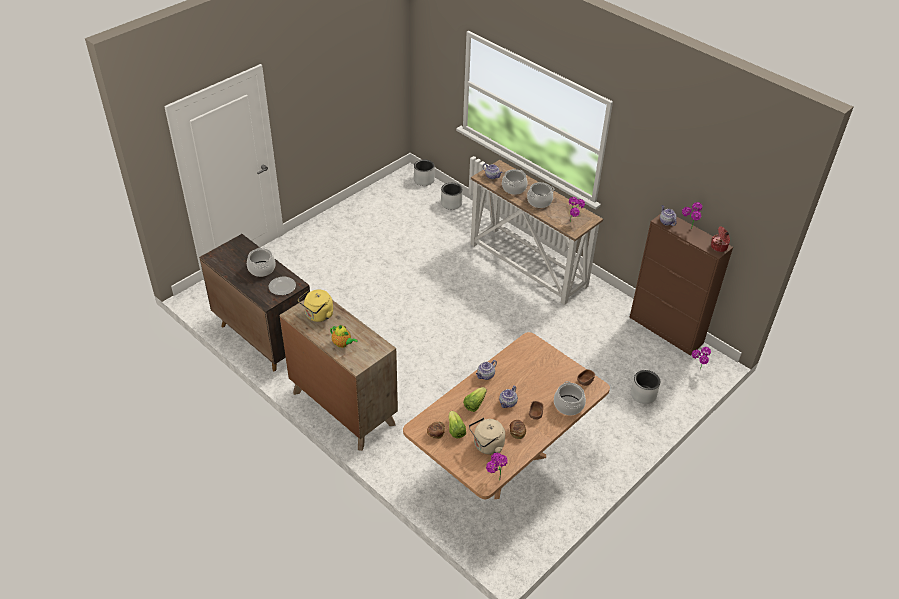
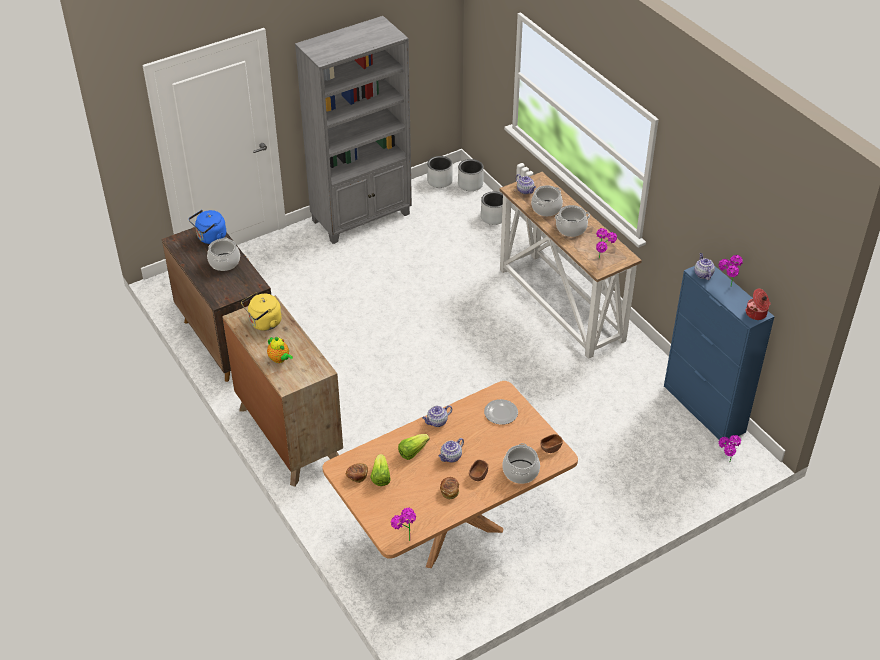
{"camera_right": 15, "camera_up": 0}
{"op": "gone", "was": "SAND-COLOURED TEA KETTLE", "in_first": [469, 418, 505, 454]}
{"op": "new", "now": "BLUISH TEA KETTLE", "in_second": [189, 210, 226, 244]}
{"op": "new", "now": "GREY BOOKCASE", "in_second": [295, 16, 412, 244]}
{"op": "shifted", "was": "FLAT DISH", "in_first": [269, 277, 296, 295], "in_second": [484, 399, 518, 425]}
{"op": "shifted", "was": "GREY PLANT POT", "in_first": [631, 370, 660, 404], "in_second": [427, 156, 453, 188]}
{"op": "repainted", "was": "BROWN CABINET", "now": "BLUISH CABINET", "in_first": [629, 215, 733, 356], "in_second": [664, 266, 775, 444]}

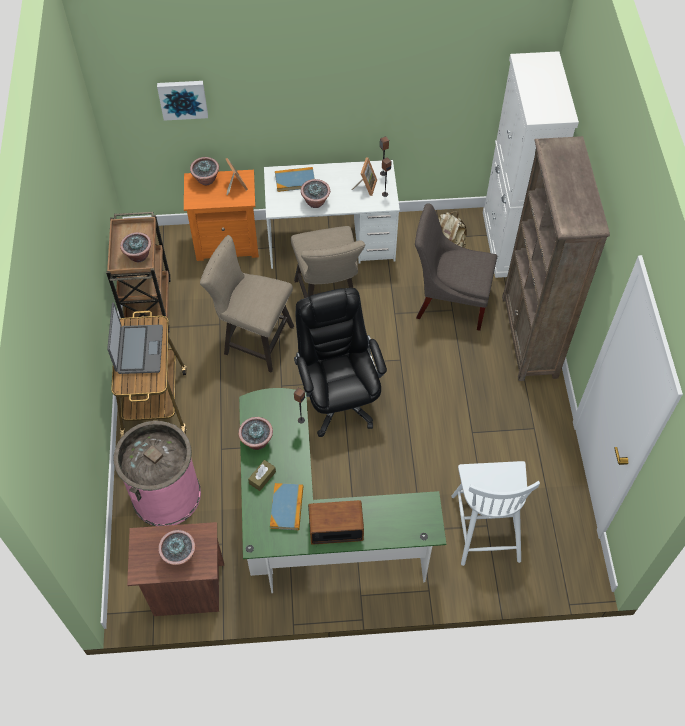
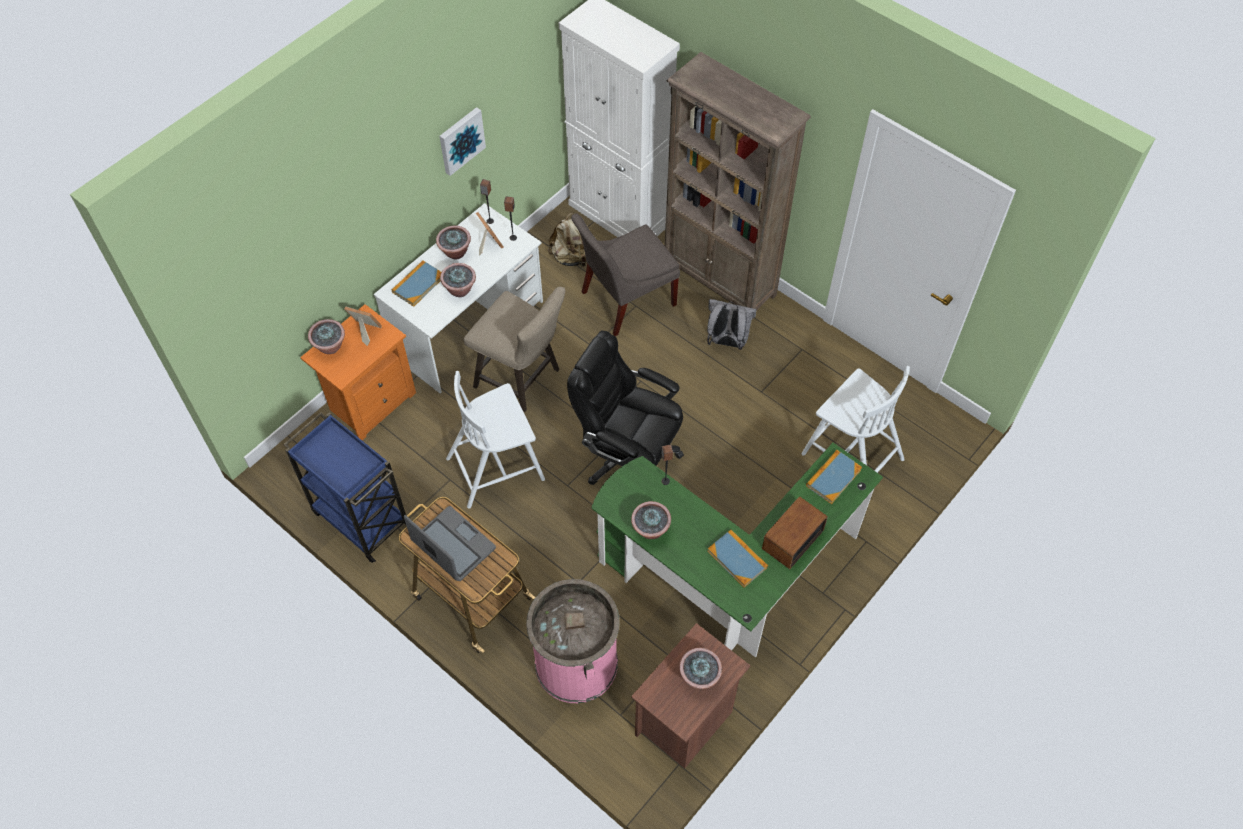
{"camera_right": -45, "camera_up": 0}
{"op": "gone", "was": "BROWN TISSUE HOLDER", "in_first": [248, 460, 276, 491]}
{"op": "new", "now": "GREY RUCKSACK", "in_second": [707, 299, 756, 350]}
{"op": "new", "now": "BOUND BOOK", "in_second": [806, 450, 862, 504]}
{"op": "shifted", "was": "HOUSEPLANT", "in_first": [120, 232, 151, 262], "in_second": [436, 226, 471, 259]}
{"op": "shifted", "was": "WALL PICTURE", "in_first": [157, 81, 208, 121], "in_second": [440, 107, 486, 176]}
{"op": "swapped", "was": "SAND-COLOURED STOOL", "now": "WHITISH CHAIR", "in_first": [200, 235, 294, 373], "in_second": [446, 371, 545, 509]}
{"op": "repainted", "was": "BROWN TROLLEY", "now": "BLUISH TROLLEY", "in_first": [106, 212, 171, 330], "in_second": [284, 412, 406, 563]}

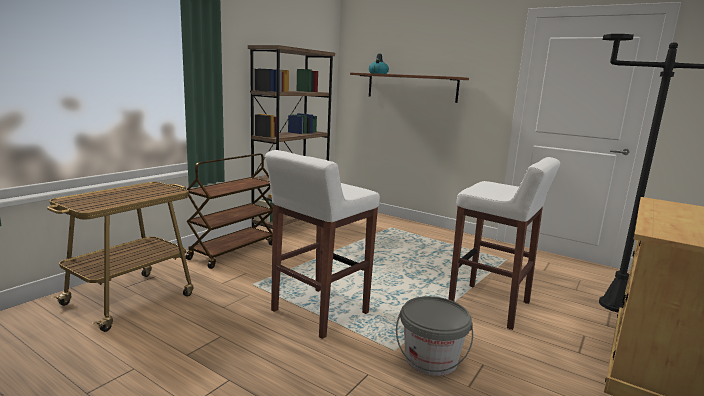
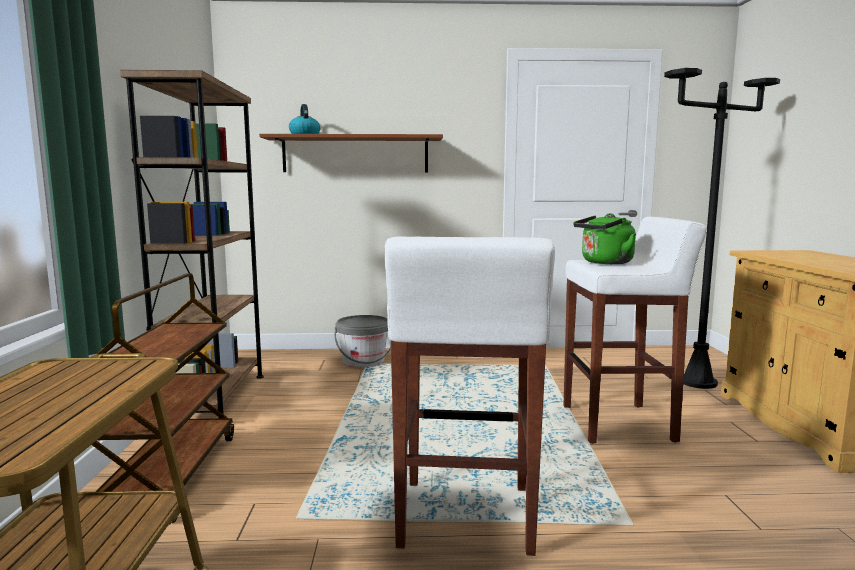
{"camera_right": -35, "camera_up": -5}
{"op": "new", "now": "GREEN-COLOURED TEA KETTLE", "in_second": [573, 213, 636, 264]}
{"op": "shifted", "was": "GREY PAIL", "in_first": [396, 296, 473, 376], "in_second": [335, 315, 391, 368]}

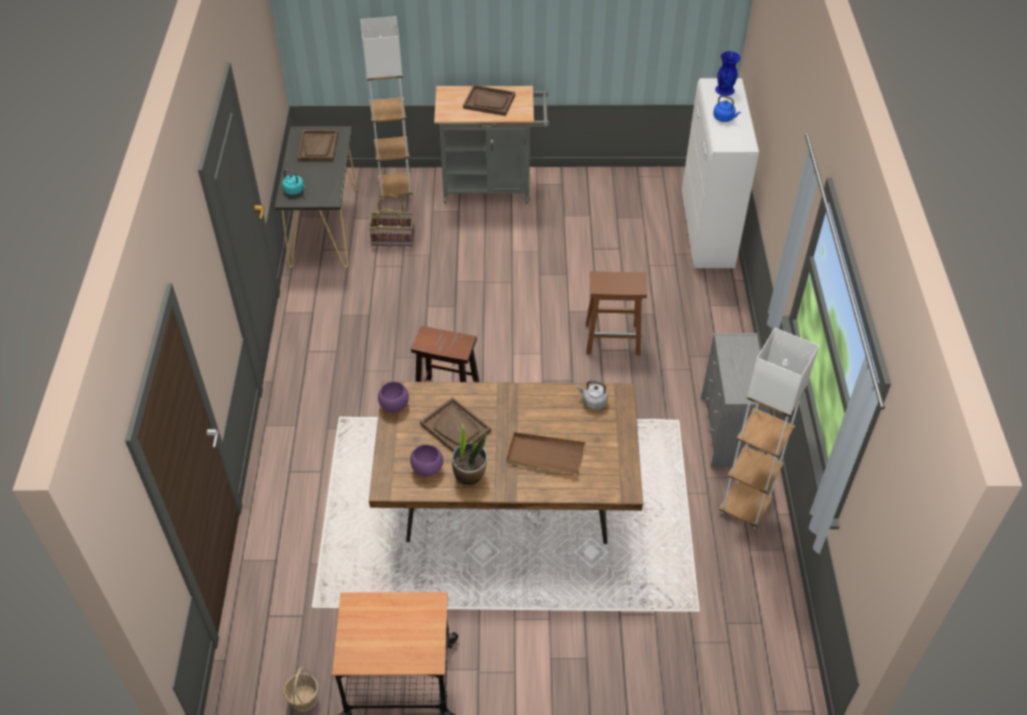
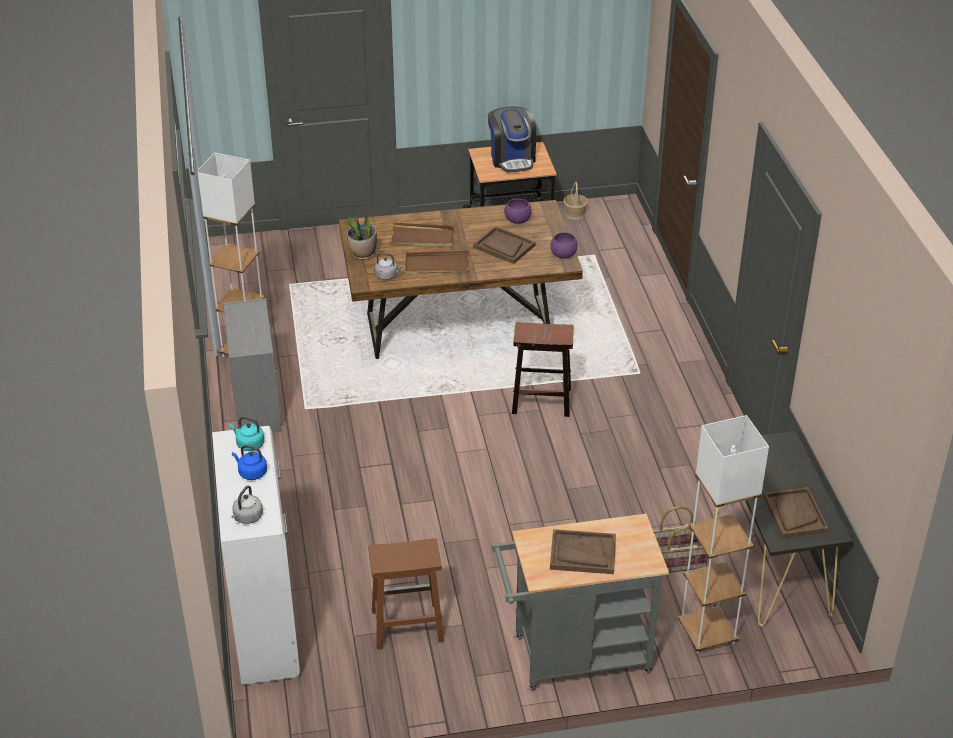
{"camera_right": 170, "camera_up": -10}
{"op": "new", "now": "BROWN SERVING TRAY", "in_second": [405, 250, 469, 274]}
{"op": "new", "now": "COFFEE BREWER", "in_second": [488, 106, 536, 173]}
{"op": "shifted", "was": "BLUE-GREEN TEA KETTLE", "in_first": [282, 170, 305, 195], "in_second": [230, 417, 264, 451]}
{"op": "shifted", "was": "HOUSEPLANT", "in_first": [452, 424, 487, 487], "in_second": [347, 214, 377, 260]}
{"op": "shifted", "was": "BROWN STOOL", "in_first": [586, 271, 647, 355], "in_second": [368, 538, 444, 650]}
{"op": "swapped", "was": "BLUISH DECORATIVE VASE", "now": "GREY TEA KETTLE", "in_first": [715, 51, 740, 96], "in_second": [231, 485, 263, 524]}

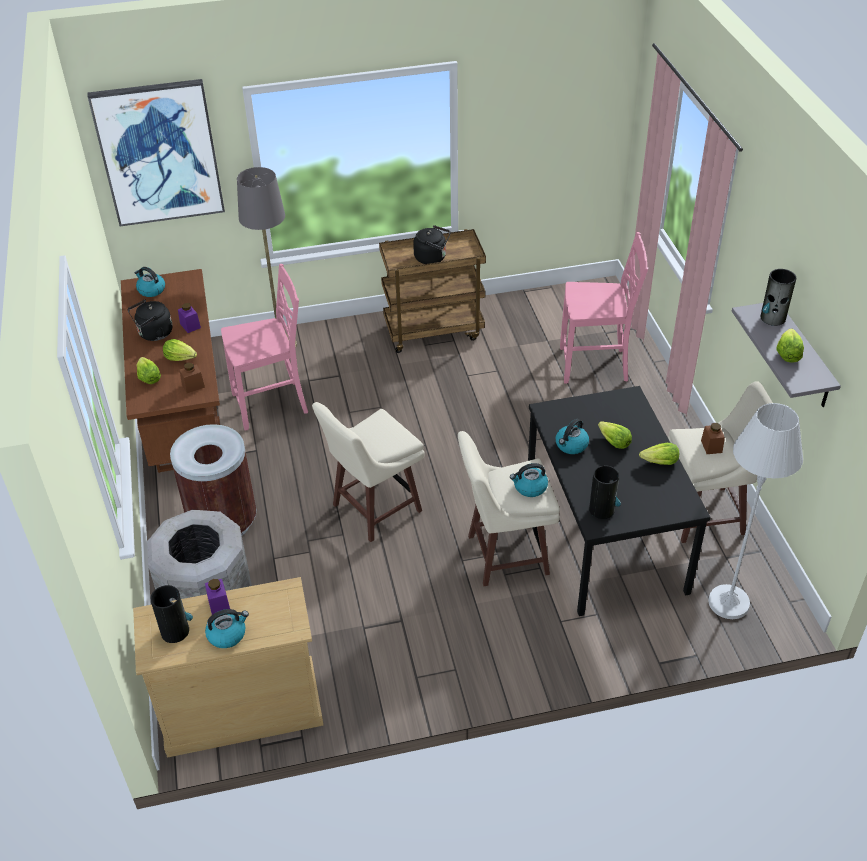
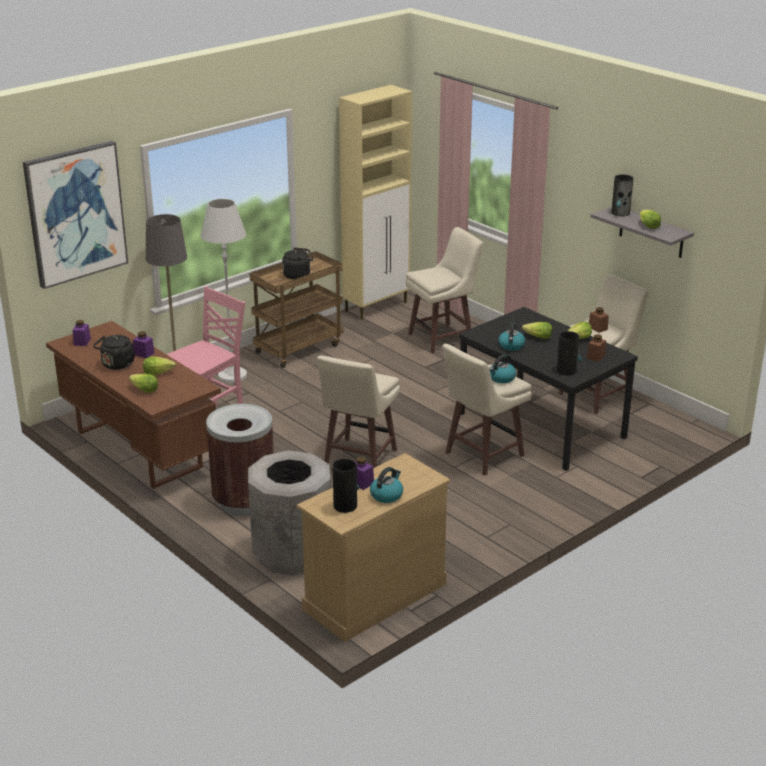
{"camera_right": -30, "camera_up": -15}
{"op": "new", "now": "SAND-COLOURED CABINET", "in_second": [339, 85, 412, 320]}
{"op": "shifted", "was": "BROWN JAR", "in_first": [179, 362, 205, 393], "in_second": [587, 334, 606, 362]}
{"op": "shifted", "was": "WHITISH STANDARD LAMP", "in_first": [708, 403, 803, 619], "in_second": [201, 199, 247, 383]}
{"op": "swapped", "was": "TEA KETTLE", "now": "PURPLE JAR", "in_first": [135, 267, 165, 297], "in_second": [72, 320, 91, 346]}
{"op": "swapped", "was": "PINK CHAIR", "now": "SAND-COLOURED STOOL", "in_first": [560, 232, 648, 384], "in_second": [405, 227, 483, 353]}

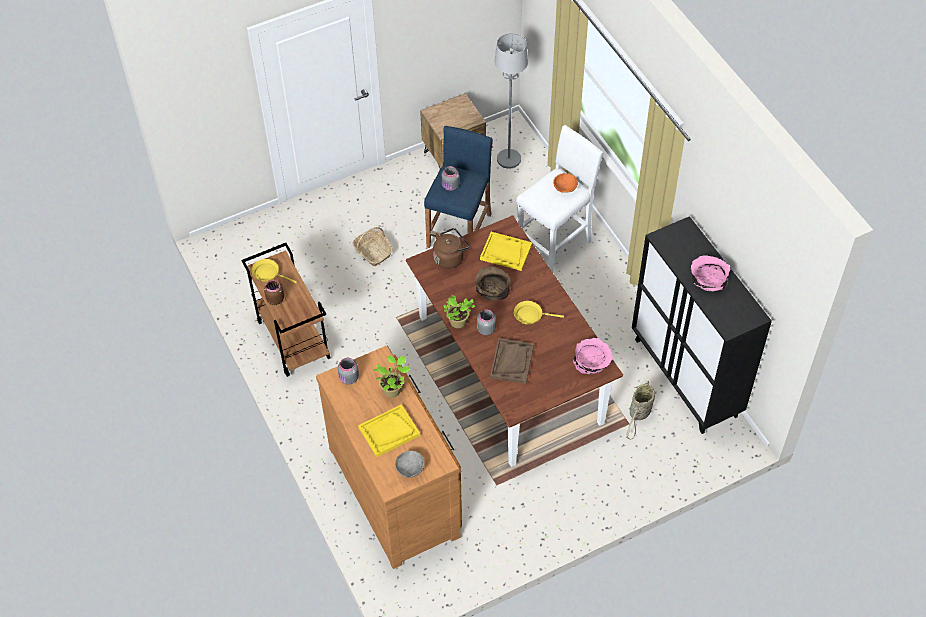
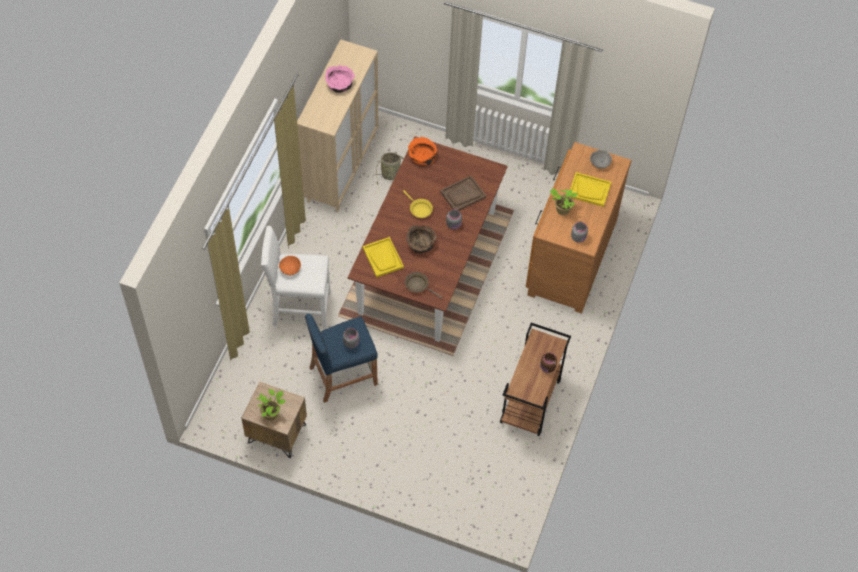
{"camera_right": -135, "camera_up": 5}
{"op": "gone", "was": "YELLOW PAN", "in_first": [251, 259, 297, 284]}
{"op": "gone", "was": "BASKET", "in_first": [353, 227, 393, 266]}
{"op": "gone", "was": "GREY STANDARD LAMP", "in_first": [495, 33, 528, 169]}
{"op": "shifted", "was": "HOUSEPLANT", "in_first": [443, 295, 475, 328], "in_second": [256, 389, 285, 421]}
{"op": "swapped", "was": "BROWN TEA KETTLE", "now": "BROWN PAN", "in_first": [433, 228, 469, 269], "in_second": [405, 272, 443, 299]}
{"op": "repainted", "was": "PINK DEEP DISH", "now": "ORANGE-COLOURED DEEP DISH", "in_first": [573, 338, 613, 374], "in_second": [408, 137, 437, 165]}
{"op": "repainted", "was": "BLACK CABINET", "now": "SAND-COLOURED CABINET", "in_first": [632, 216, 772, 434], "in_second": [297, 39, 379, 212]}

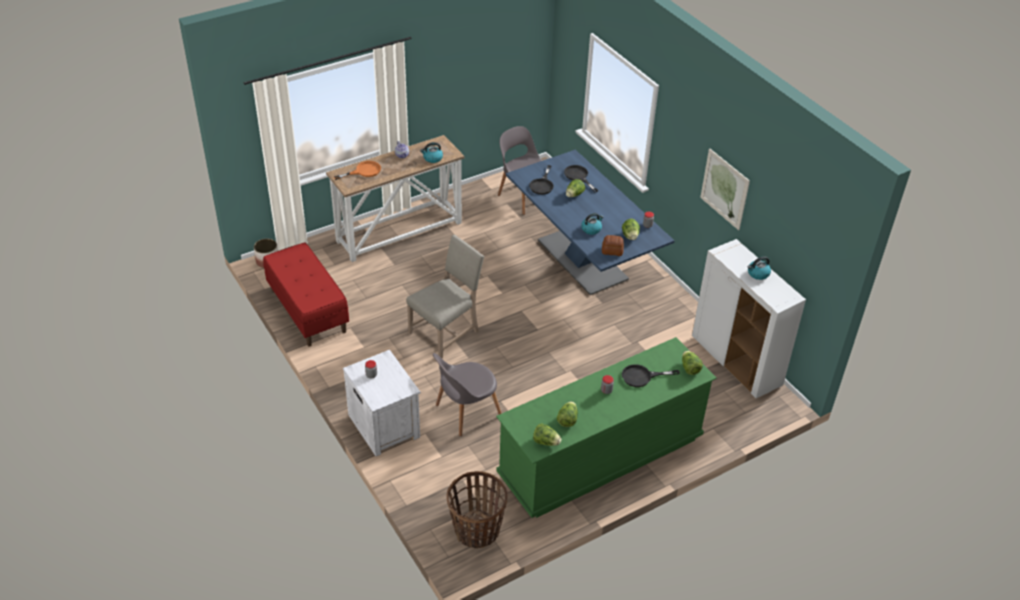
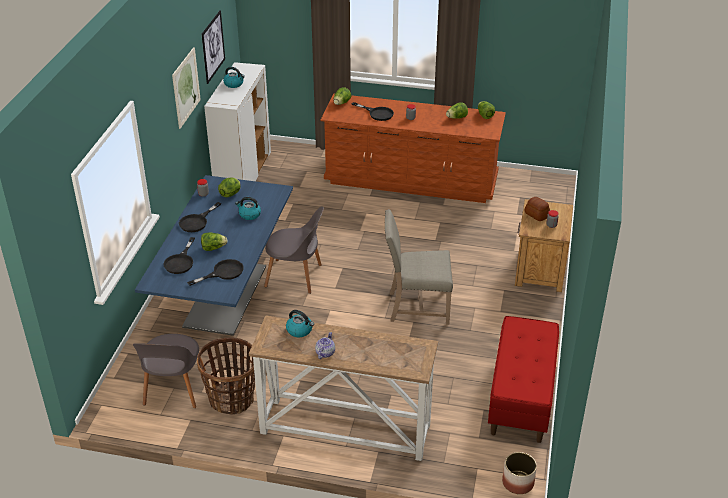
{"camera_right": -135, "camera_up": -5}
{"op": "gone", "was": "ORANGE-COLOURED PAN", "in_first": [334, 161, 381, 180]}
{"op": "new", "now": "BLACK PAN", "in_second": [179, 202, 221, 232]}
{"op": "new", "now": "WALL PICTURE", "in_second": [202, 10, 225, 84]}
{"op": "shifted", "was": "GREY CHAIR", "in_first": [433, 353, 502, 436], "in_second": [264, 206, 324, 294]}
{"op": "shifted", "was": "BASKET", "in_first": [446, 471, 508, 548], "in_second": [197, 337, 255, 415]}
{"op": "shifted", "was": "BREAD", "in_first": [602, 235, 624, 256], "in_second": [525, 197, 550, 221]}
{"op": "repainted", "was": "WHITISH NIGHT TABLE", "now": "BROWN NIGHT TABLE", "in_first": [343, 350, 421, 456], "in_second": [515, 199, 573, 292]}
{"op": "repainted", "was": "GREEN-COLOURED DRAWER CHEST", "now": "BROWN DRAWER CHEST", "in_first": [496, 337, 717, 518], "in_second": [320, 94, 506, 203]}

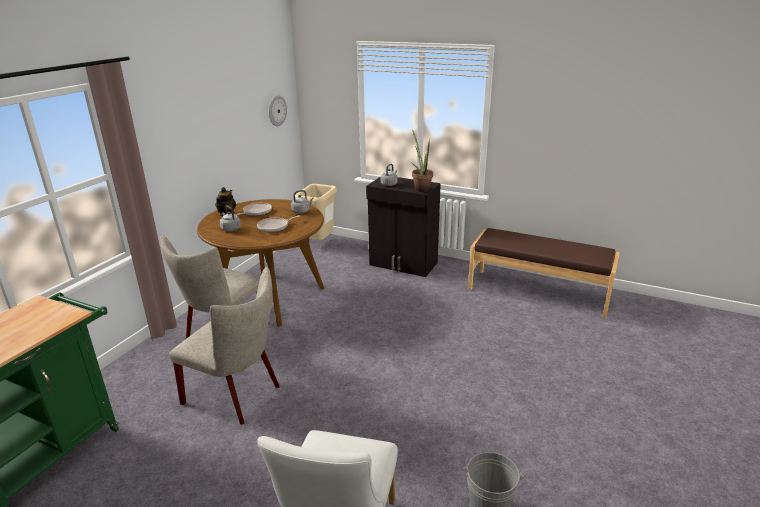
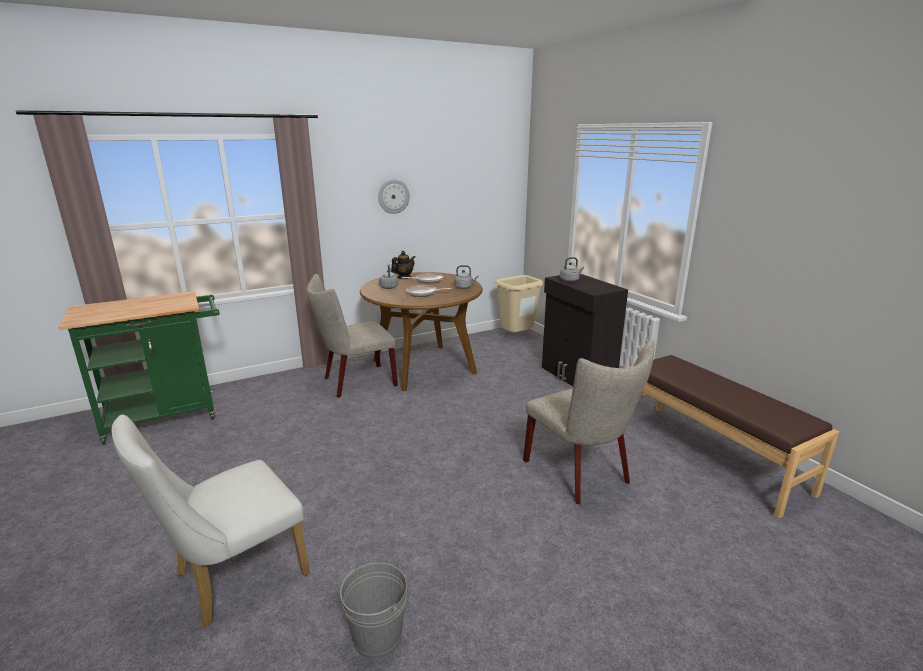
{"camera_right": 35, "camera_up": -5}
{"op": "gone", "was": "HOUSEPLANT", "in_first": [412, 131, 433, 192]}
{"op": "shifted", "was": "SAND-COLOURED CHAIR", "in_first": [169, 267, 280, 425], "in_second": [523, 340, 654, 504]}
{"op": "shifted", "was": "HANGING CLOCK", "in_first": [269, 95, 287, 127], "in_second": [378, 179, 410, 214]}

